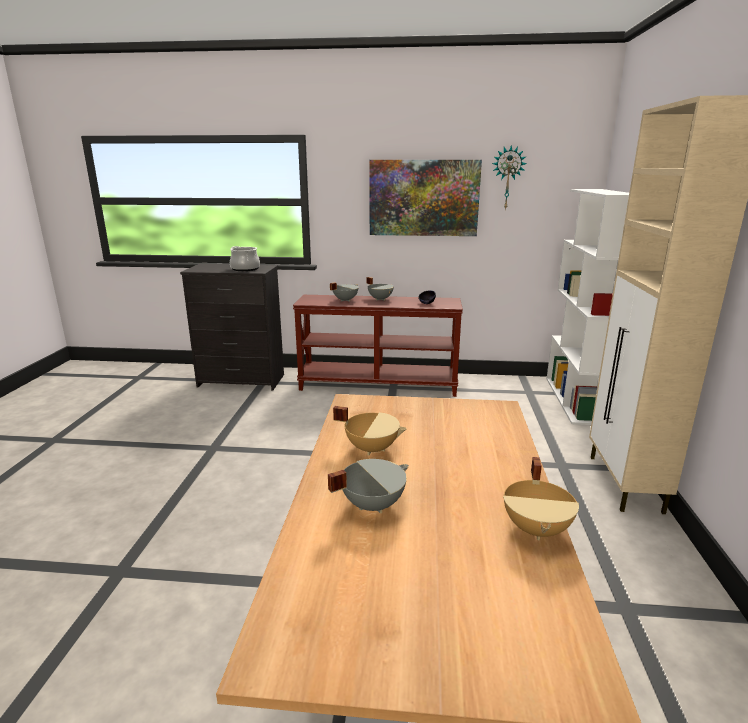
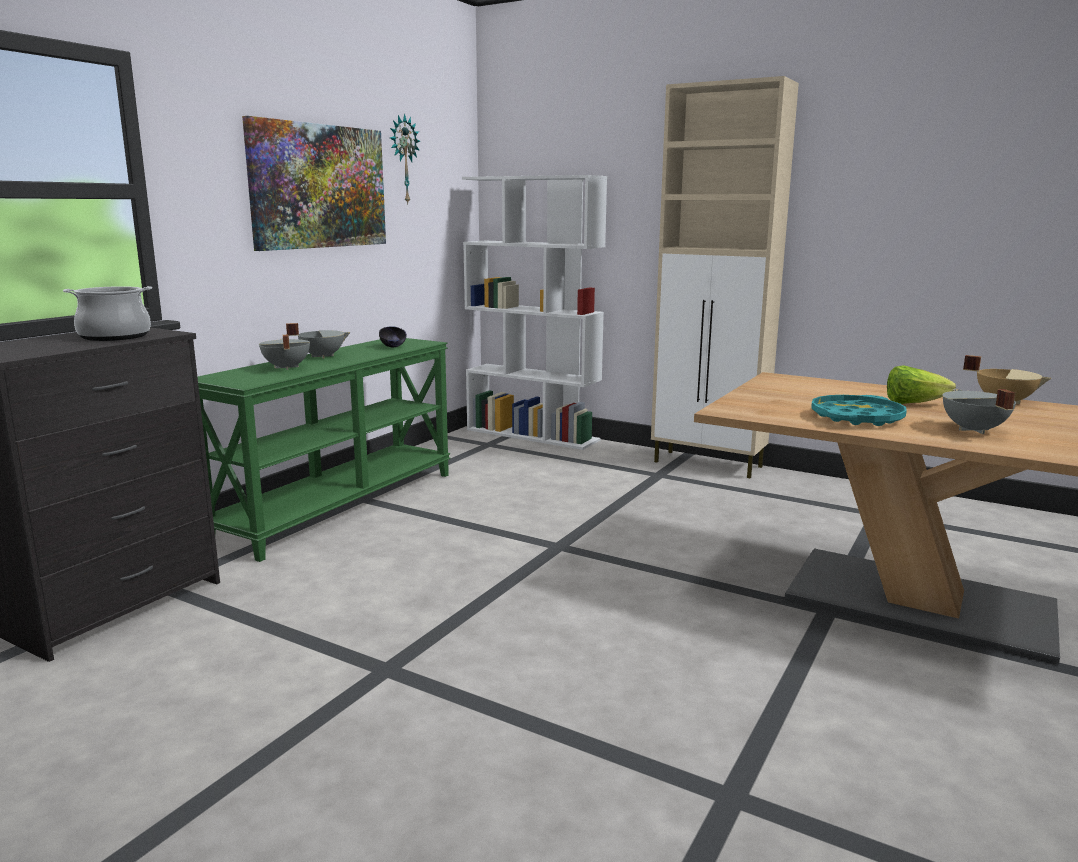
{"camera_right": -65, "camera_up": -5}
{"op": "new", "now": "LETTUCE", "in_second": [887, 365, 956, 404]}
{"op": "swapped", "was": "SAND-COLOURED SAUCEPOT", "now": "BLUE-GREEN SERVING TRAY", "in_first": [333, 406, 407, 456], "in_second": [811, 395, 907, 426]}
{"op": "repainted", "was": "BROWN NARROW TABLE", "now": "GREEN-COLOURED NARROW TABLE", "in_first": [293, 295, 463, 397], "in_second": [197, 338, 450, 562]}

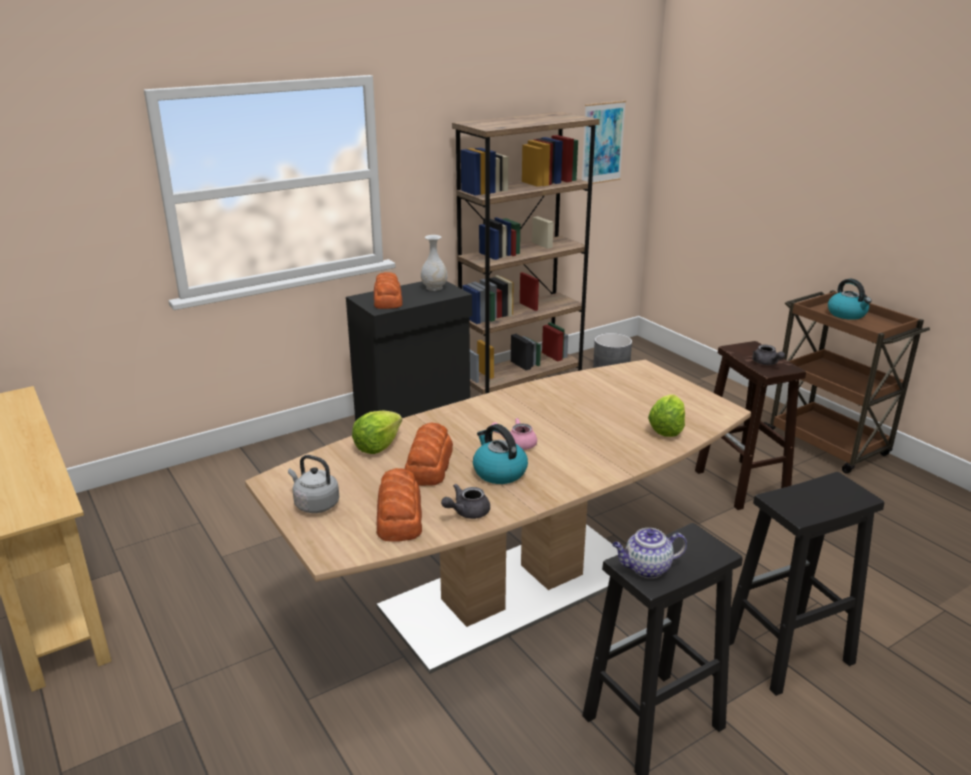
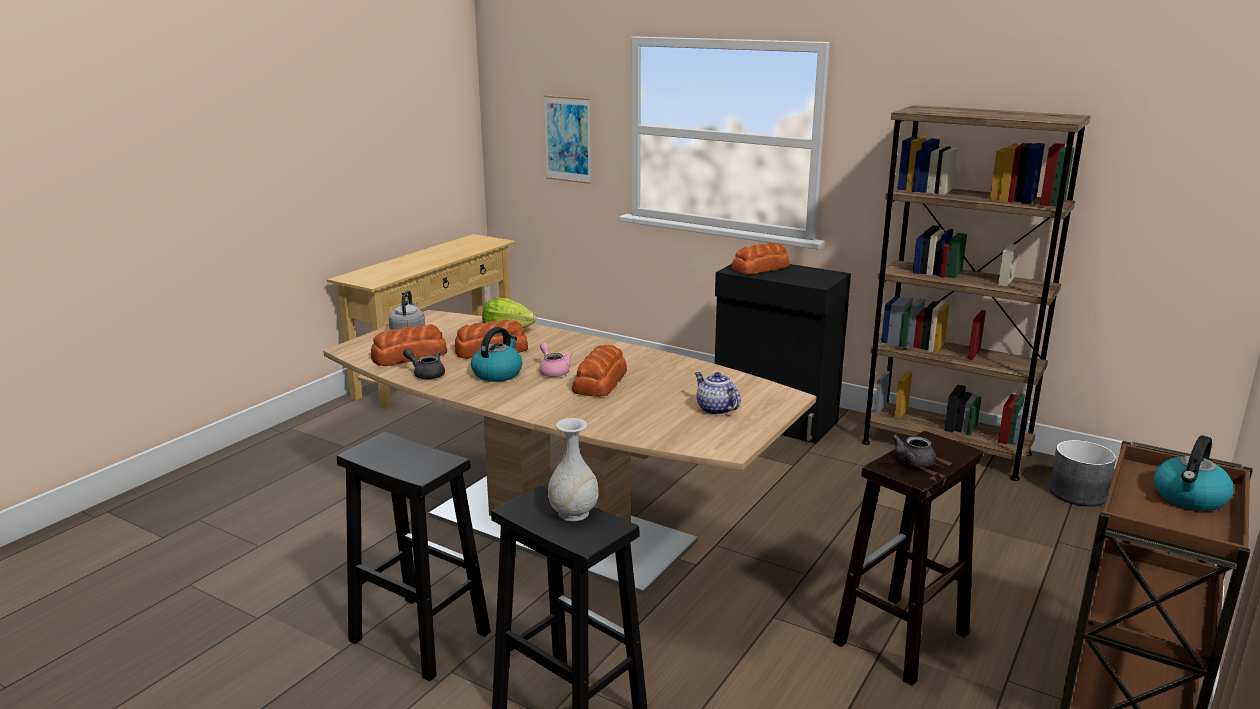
{"camera_right": 65, "camera_up": -5}
{"op": "gone", "was": "LETTUCE", "in_first": [648, 395, 685, 437]}
{"op": "new", "now": "BREAD", "in_second": [572, 345, 627, 397]}
{"op": "shifted", "was": "WHITISH DECORATIVE VASE", "in_first": [421, 235, 448, 291], "in_second": [548, 418, 599, 521]}
{"op": "shifted", "was": "WALL PICTURE", "in_first": [582, 101, 626, 184], "in_second": [544, 95, 591, 184]}
{"op": "shifted", "was": "TEA POT", "in_first": [612, 528, 687, 578], "in_second": [695, 372, 741, 415]}

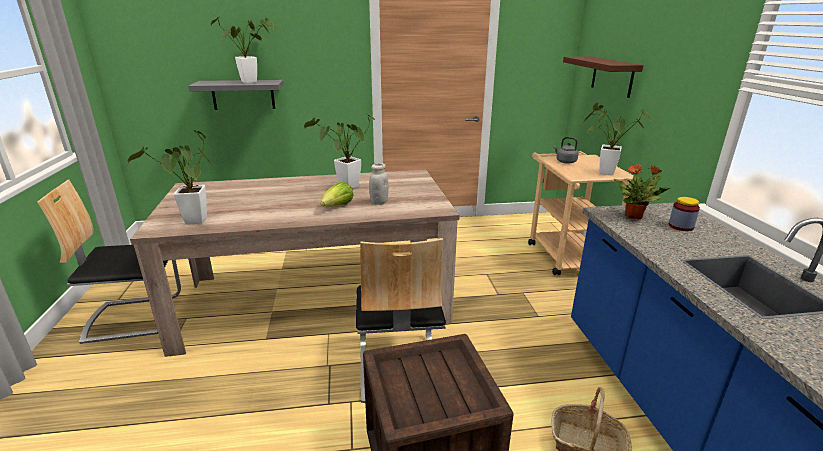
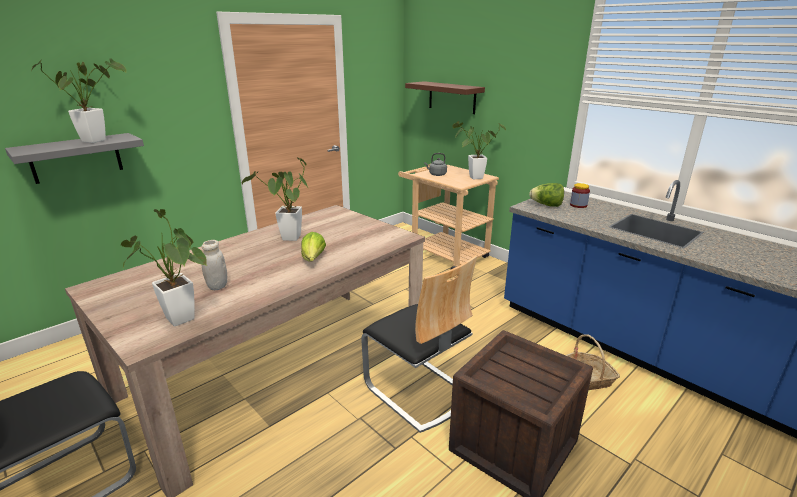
{"camera_right": -35, "camera_up": 0}
{"op": "shifted", "was": "WHITISH JAR", "in_first": [369, 163, 389, 205], "in_second": [201, 240, 227, 290]}
{"op": "swapped", "was": "HOUSEPLANT", "now": "LETTUCE", "in_first": [613, 164, 670, 219], "in_second": [529, 183, 564, 207]}

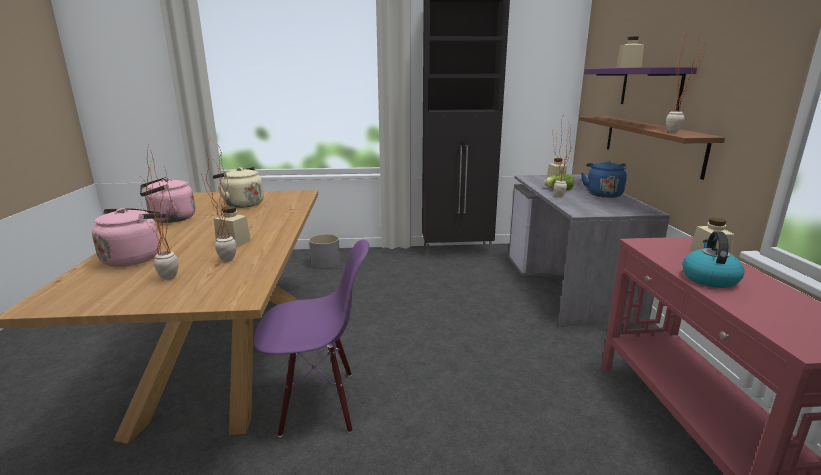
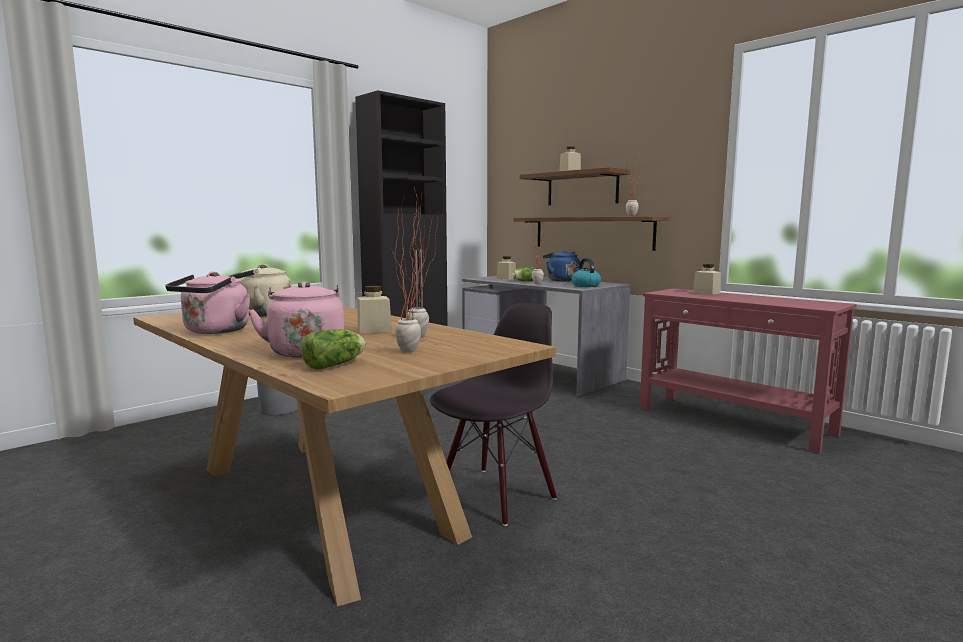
{"camera_right": -40, "camera_up": -10}
{"op": "new", "now": "LETTUCE", "in_second": [301, 329, 366, 370]}
{"op": "shifted", "was": "TEA KETTLE", "in_first": [682, 231, 745, 288], "in_second": [571, 258, 601, 287]}
{"op": "repainted", "was": "PURPLE CHAIR", "now": "BLACK CHAIR", "in_first": [254, 239, 369, 437], "in_second": [430, 303, 557, 526]}
{"op": "repainted", "was": "PURPLE SHELF", "now": "BROWN SHELF", "in_first": [584, 67, 697, 111], "in_second": [520, 167, 630, 205]}

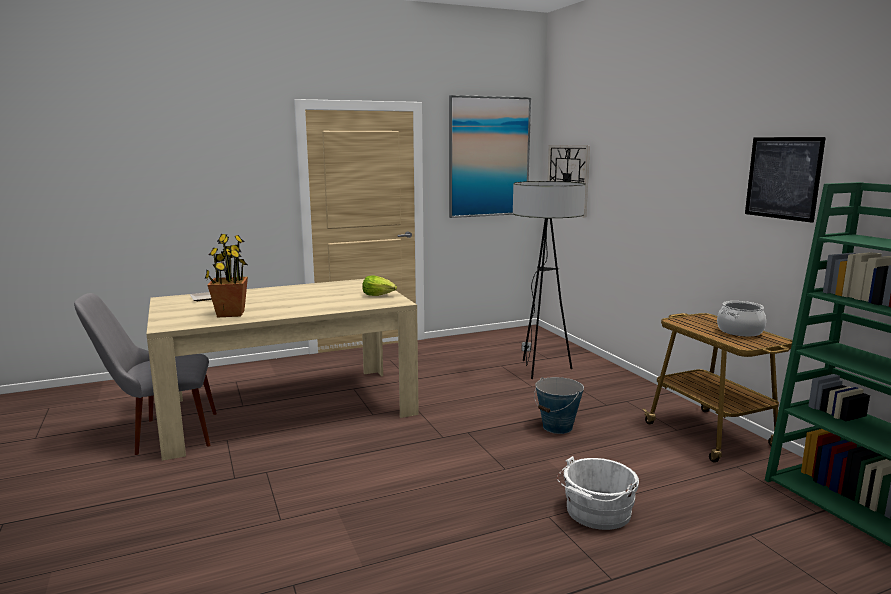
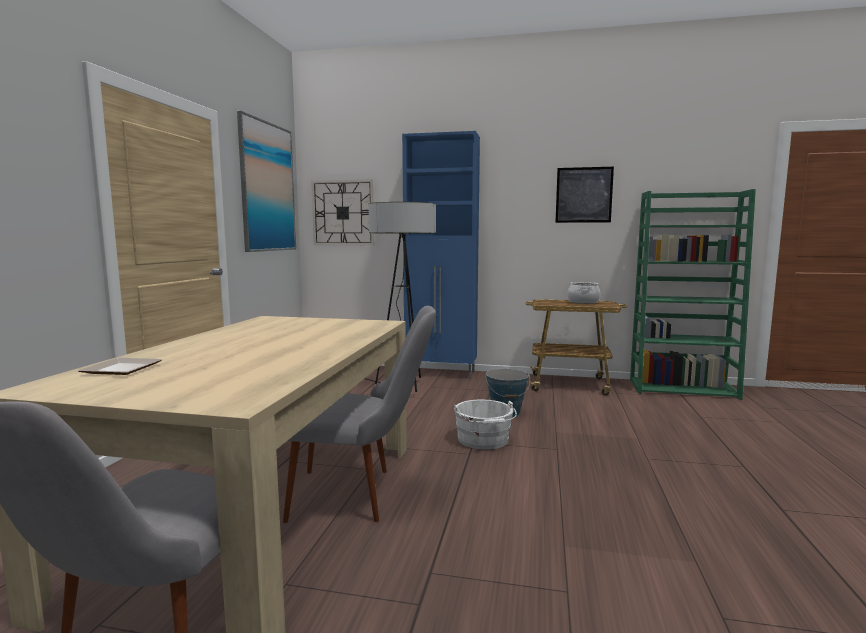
{"camera_right": -55, "camera_up": -5}
{"op": "gone", "was": "HOUSEPLANT", "in_first": [205, 234, 248, 318]}
{"op": "gone", "was": "LETTUCE", "in_first": [362, 276, 397, 296]}
{"op": "new", "now": "GREY CHAIR", "in_second": [283, 306, 436, 523]}
{"op": "new", "now": "BLUISH CABINET", "in_second": [402, 131, 480, 379]}
{"op": "shifted", "was": "WHITISH PAIL", "in_first": [557, 456, 639, 530], "in_second": [454, 399, 517, 450]}

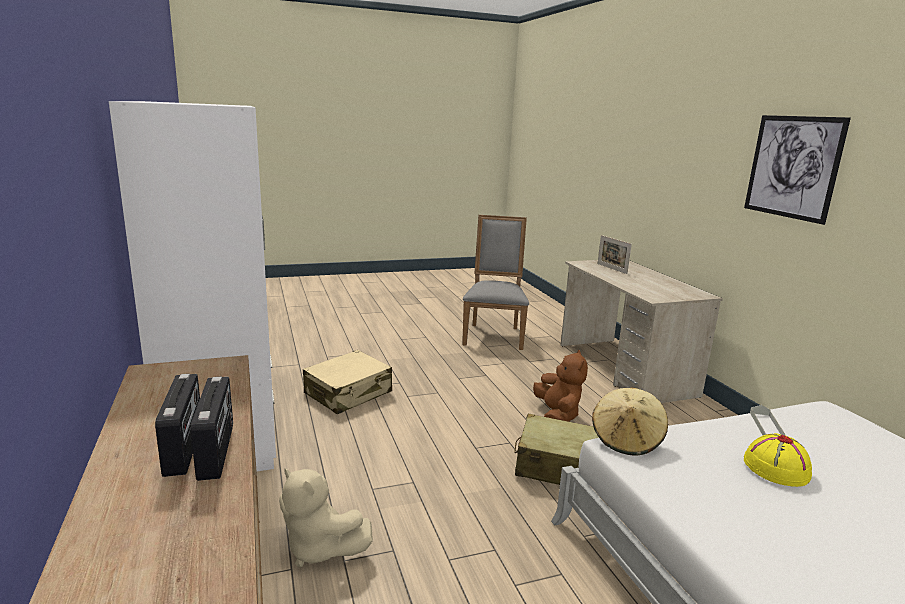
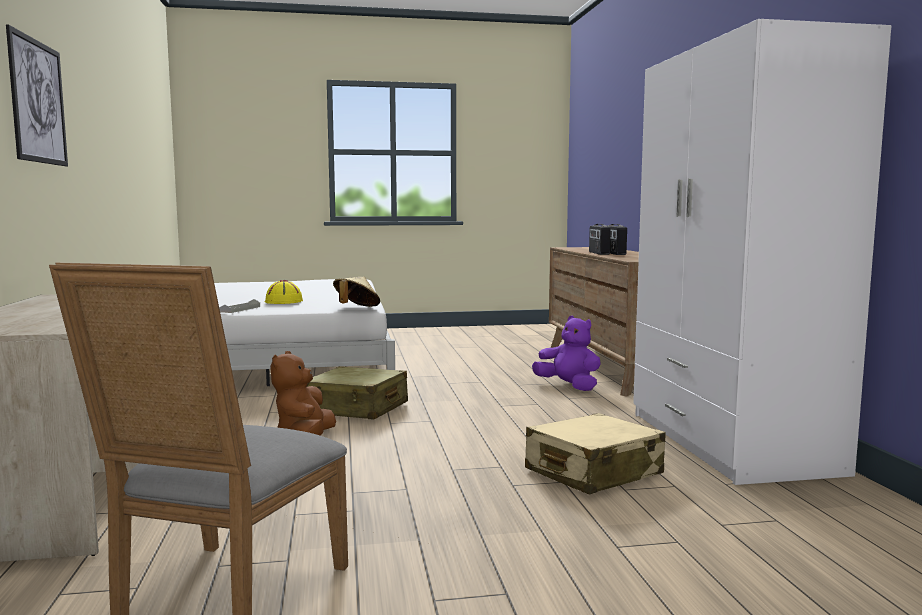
{"camera_right": -170, "camera_up": -10}
{"op": "gone", "was": "STANDING FRAME", "in_first": [598, 235, 632, 274]}
{"op": "repainted", "was": "SAND-COLOURED SOFT TOY", "now": "PURPLE SOFT TOY", "in_first": [279, 468, 373, 567], "in_second": [532, 316, 601, 391]}

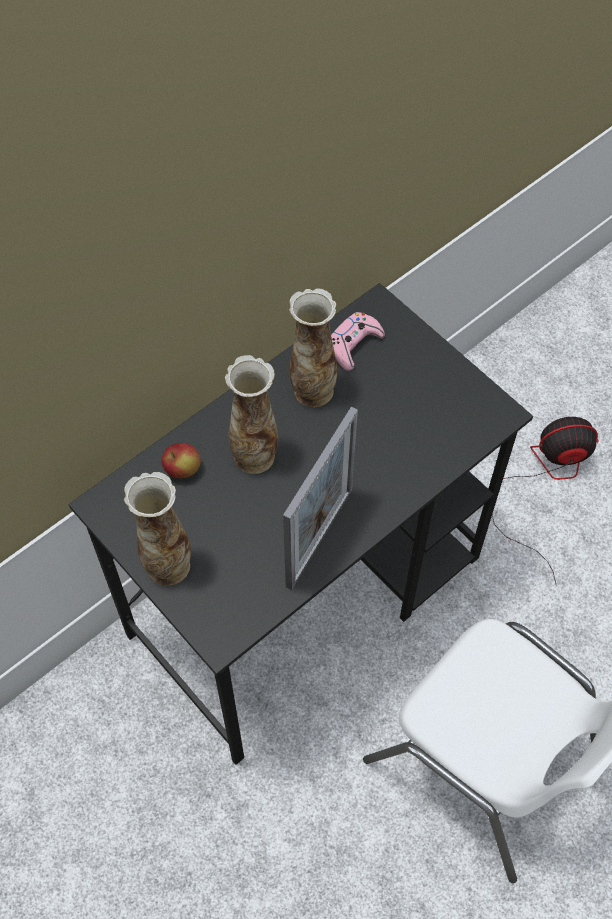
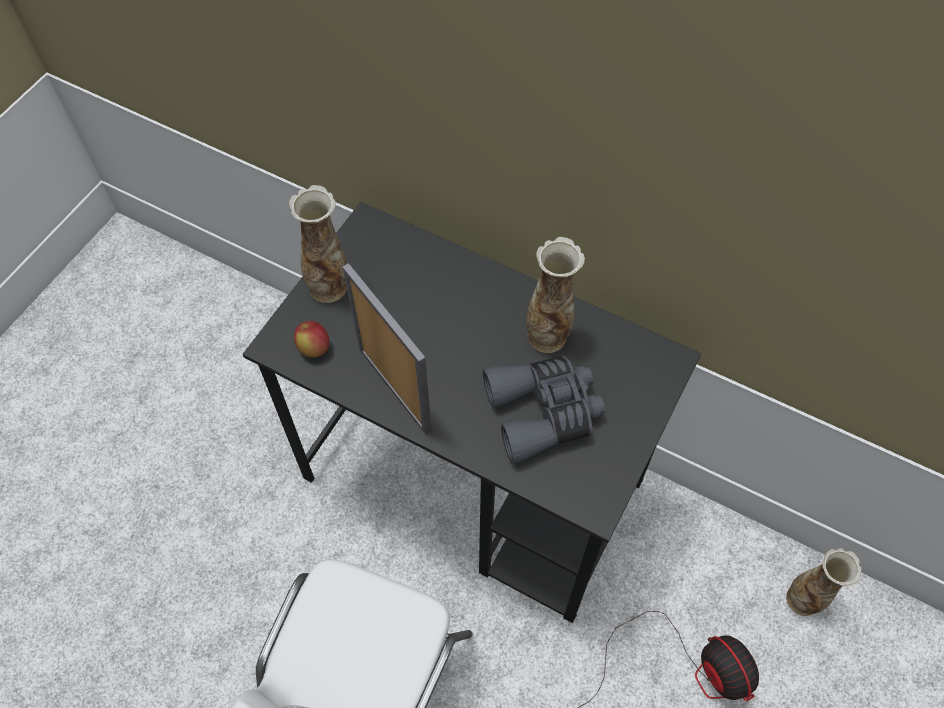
{"camera_right": 70, "camera_up": 0}
{"op": "gone", "was": "PINK GAMEPAD", "in_first": [331, 312, 385, 371]}
{"op": "new", "now": "GREY BINOCULARS", "in_second": [483, 356, 605, 464]}
{"op": "shifted", "was": "WHOLE APPLE", "in_first": [162, 443, 201, 478], "in_second": [294, 321, 329, 357]}
{"op": "shifted", "was": "DECORATIVE VASE", "in_first": [225, 355, 278, 474], "in_second": [786, 548, 862, 616]}
{"op": "rotated", "was": "STANDING FRAME", "in_first": [283, 407, 358, 590], "in_second": [343, 263, 432, 435], "clockwise": -135}

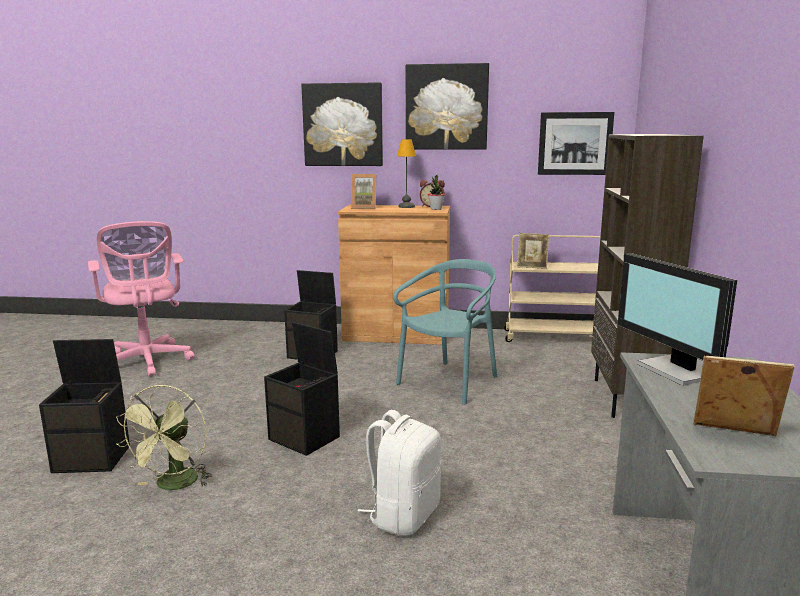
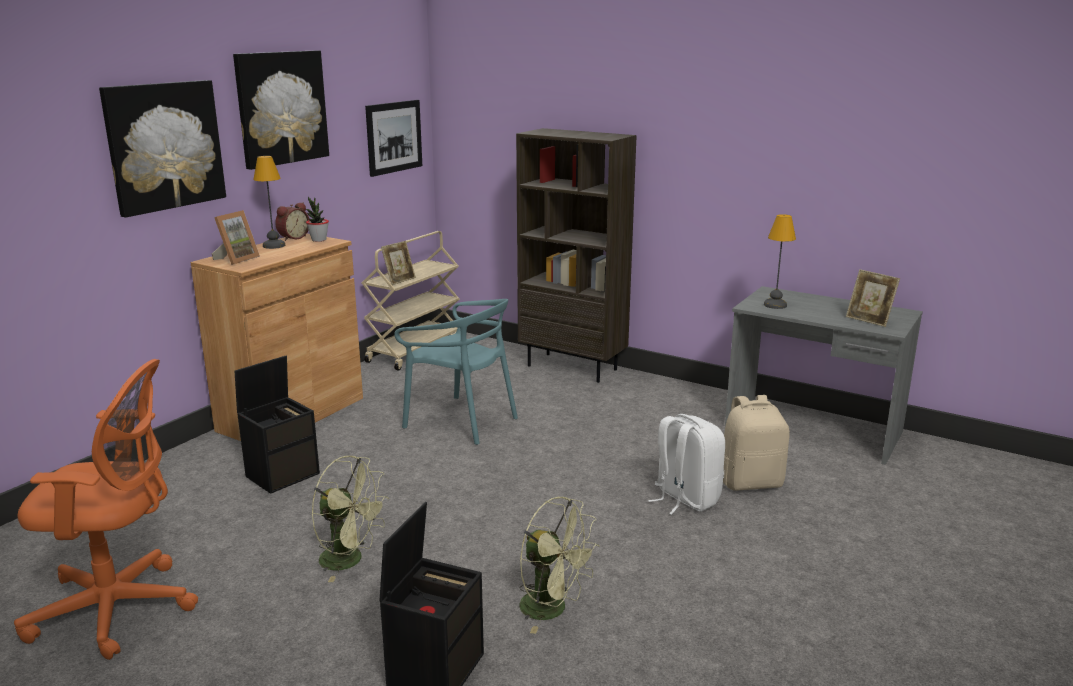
{"camera_right": -65, "camera_up": 5}
{"op": "gone", "was": "BLACK STORAGE CONTAINER", "in_first": [264, 322, 340, 456]}
{"op": "new", "now": "GREEN-COLOURED FAN", "in_second": [311, 456, 389, 582]}
{"op": "new", "now": "SAND-COLOURED RUCKSACK", "in_second": [723, 395, 790, 491]}
{"op": "swapped", "was": "COMPUTER SCREEN", "now": "TABLETOP LAMP", "in_first": [618, 253, 737, 386], "in_second": [764, 214, 796, 309]}
{"op": "repainted", "was": "PINK DESK CHAIR", "now": "ORANGE-COLOURED DESK CHAIR", "in_first": [88, 221, 195, 377], "in_second": [14, 359, 198, 660]}
{"op": "rotated", "was": "BLUE-GREEN CHAIR", "in_first": [393, 259, 497, 405], "in_second": [394, 299, 518, 445], "clockwise": 150}
{"op": "rotated", "was": "STANDING FRAME", "in_first": [693, 356, 795, 436], "in_second": [846, 269, 900, 327], "clockwise": -90}

